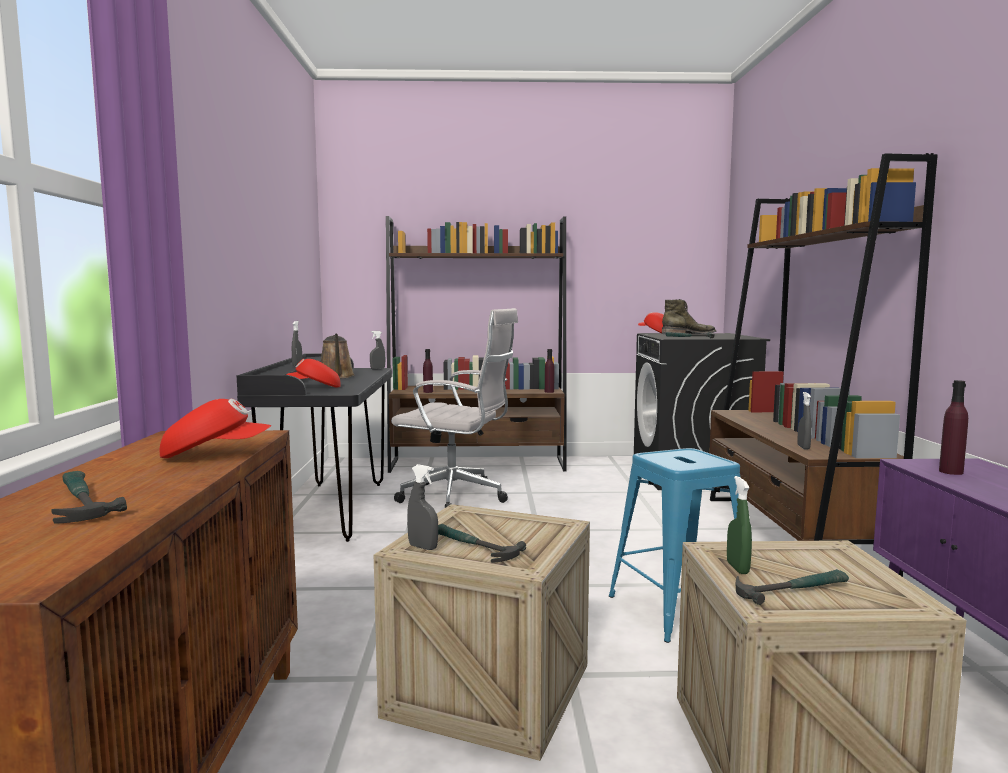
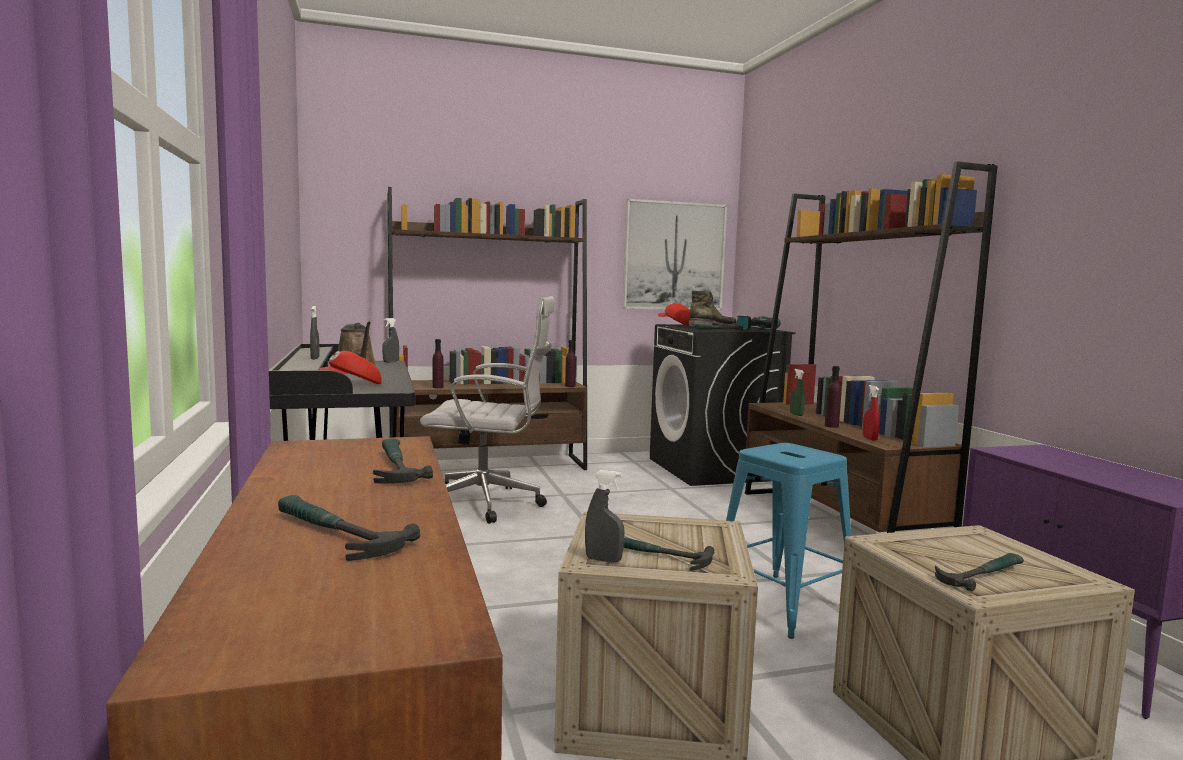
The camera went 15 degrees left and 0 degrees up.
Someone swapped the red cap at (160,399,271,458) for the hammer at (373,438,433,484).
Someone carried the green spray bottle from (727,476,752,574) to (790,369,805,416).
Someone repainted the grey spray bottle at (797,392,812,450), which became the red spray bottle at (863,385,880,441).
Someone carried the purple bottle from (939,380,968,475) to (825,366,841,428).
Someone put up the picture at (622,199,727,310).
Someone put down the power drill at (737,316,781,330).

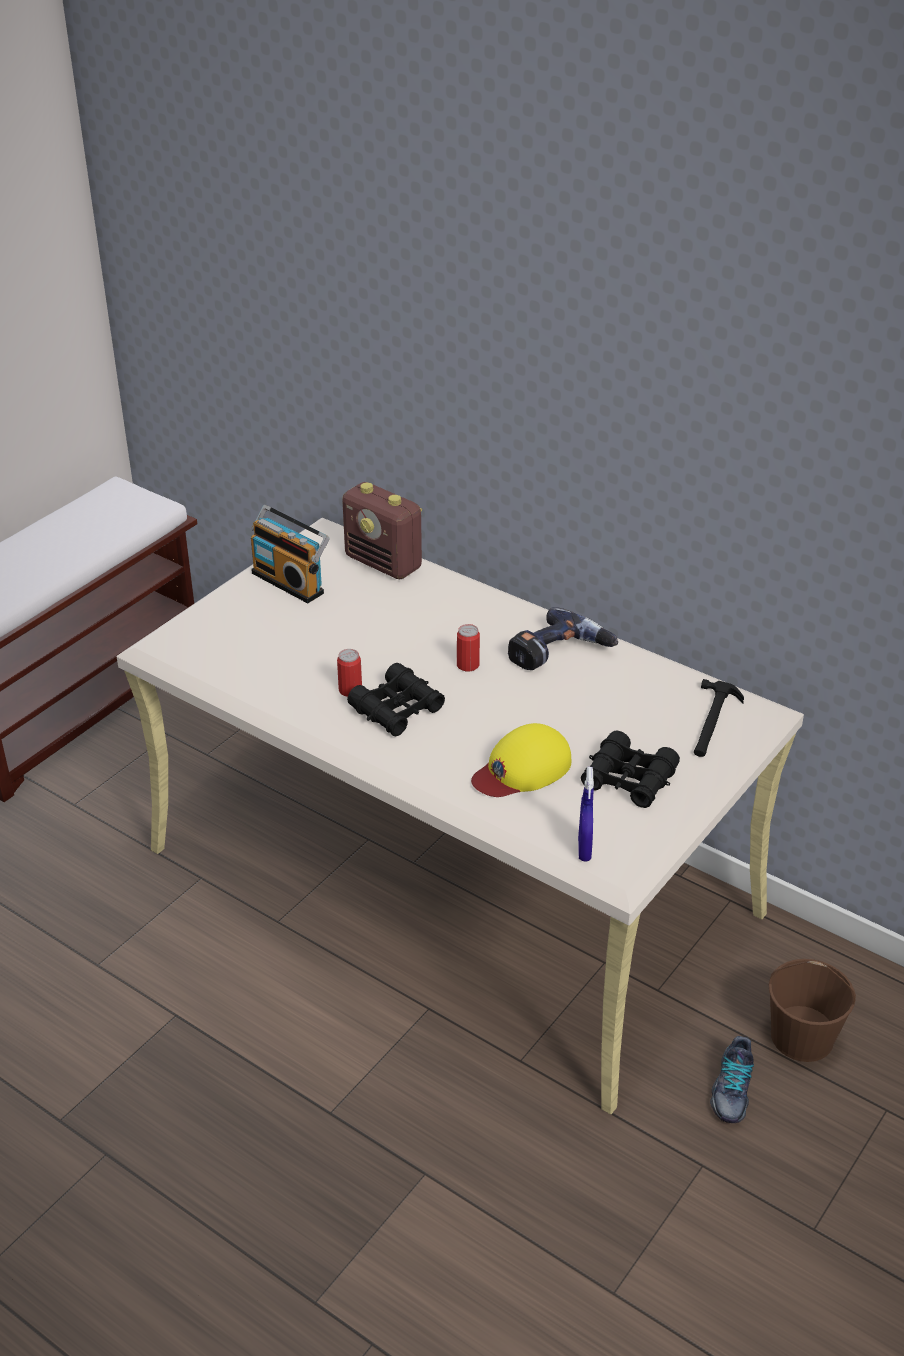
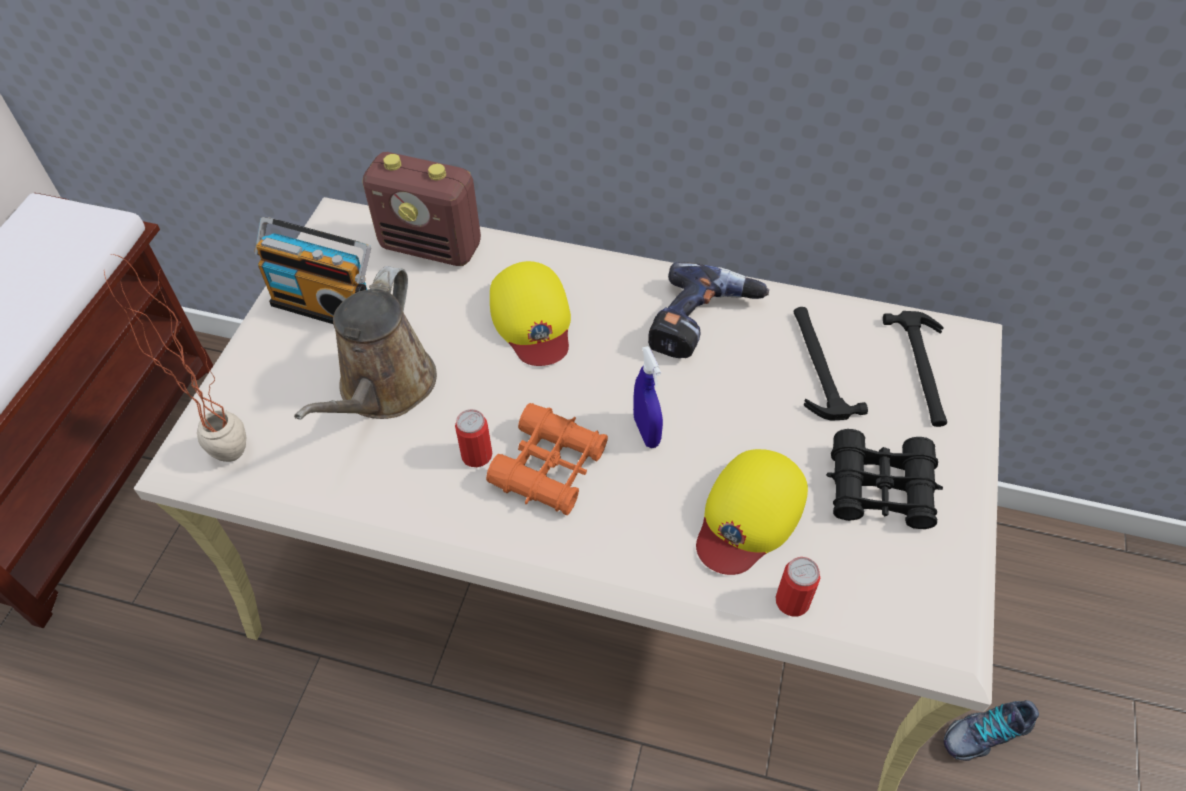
The camera went 20 degrees left and 15 degrees up.
Someone repainted the black binoculars at (347,663,445,737), which became the orange binoculars at (486,403,608,515).
Someone carried the can from (457,624,480,671) to (776,557,820,616).
Someone carried the blue spray bottle from (578,767,594,862) to (633,346,663,448).
Someone rotated the shoe at (710,1036,754,1123) by 75 degrees clockwise.
Someone took away the brown bucket at (769,959,856,1062).
Someone put down the potted plant at (104,254,246,462).
Someone put down the brown watering can at (294,266,437,420).
Someone put down the yellow cap at (490,261,571,366).
Someone put down the hammer at (794,307,868,420).

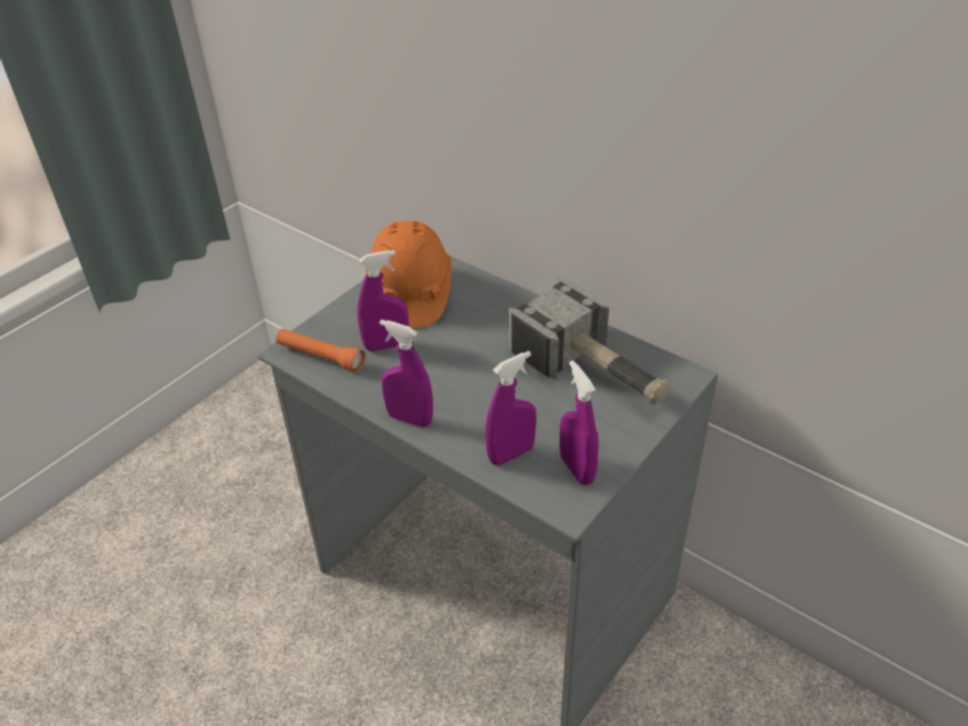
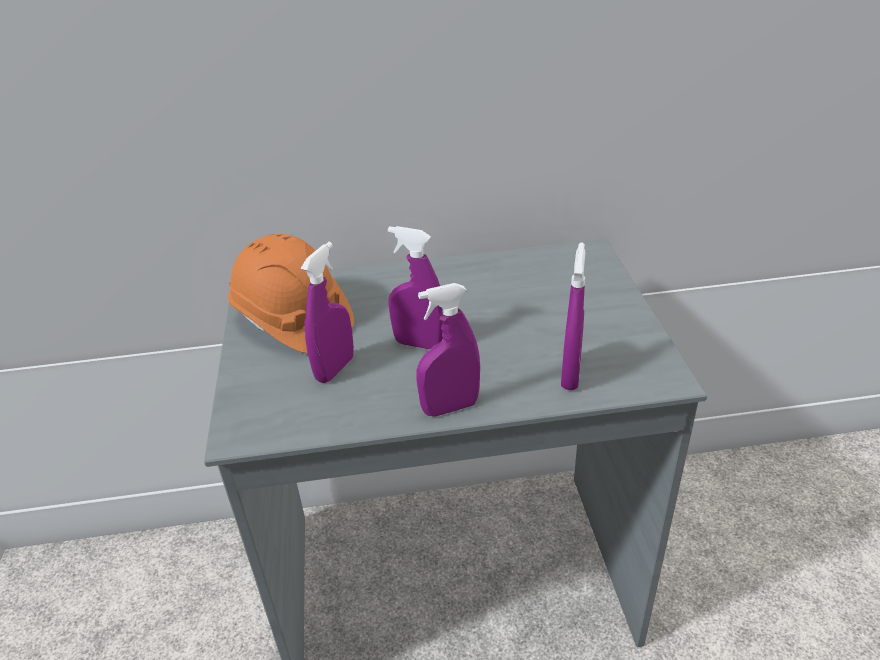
The camera went 45 degrees left and 5 degrees down.
Someone took away the orange flashlight at (276,329,365,372).
Someone took away the hammer at (509,278,670,405).
Someone carried the purple spray bottle from (560,360,599,485) to (388,226,443,350).

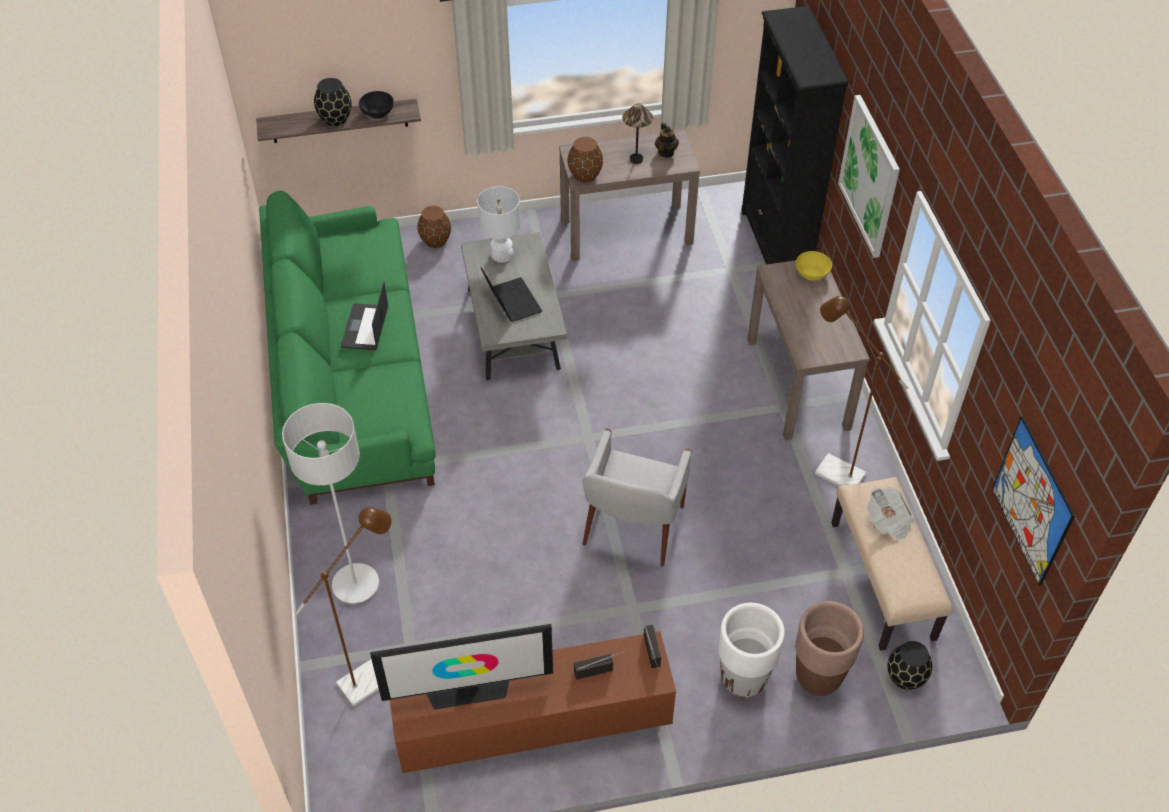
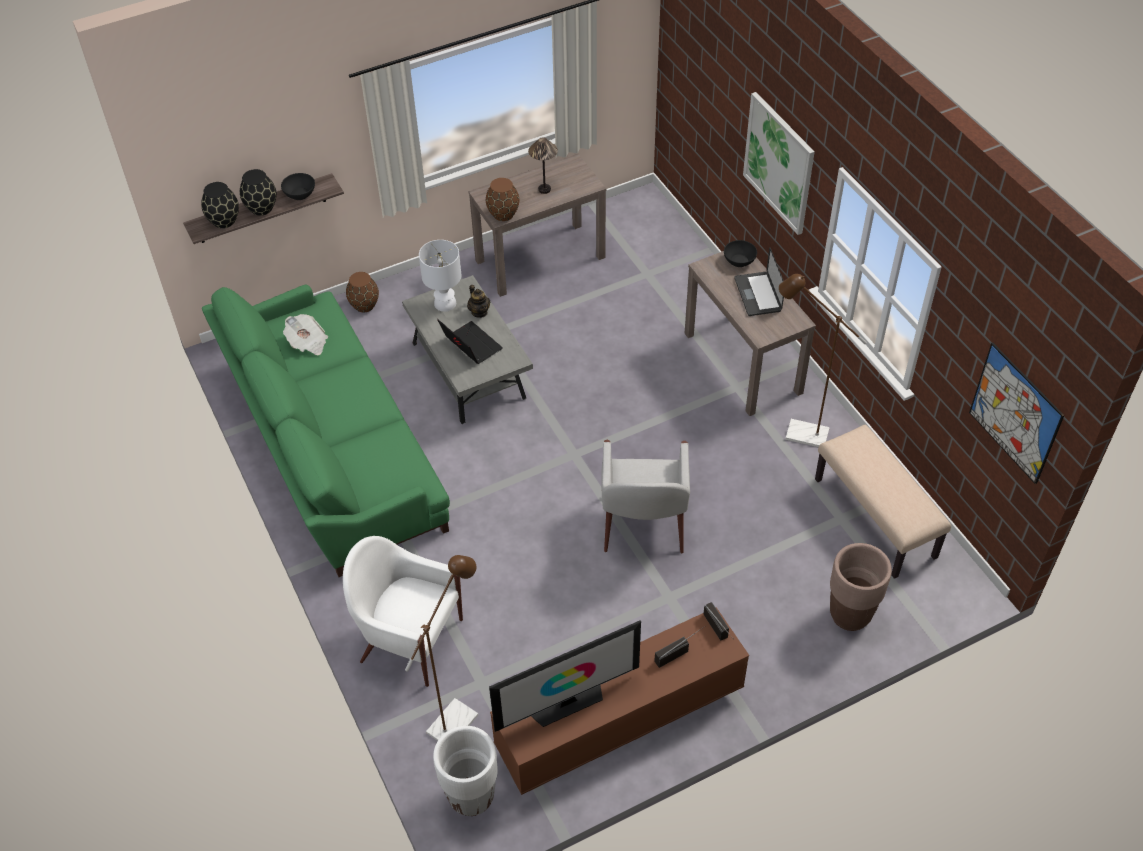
The camera went 15 degrees left and 0 degrees up.
Someone swapped the grey floor lamp at (282,403,379,603) for the white armchair at (343,536,463,687).
Someone carried the laptop from (341,282,388,350) to (734,247,784,316).
Someone carried the teapot from (655,123,679,158) to (467,285,490,318).
Someone carried the white planter from (718,603,785,697) to (433,726,498,816).
Someone took away the black bookcase at (741,6,849,265).
Someone repainted the yellow bowl at (796,251,832,281), which became the black bowl at (724,240,757,267).
Someone carried the newspaper from (867,487,914,542) to (283,314,328,355).
Someone carried the black vase from (888,641,932,690) to (201,182,239,228).

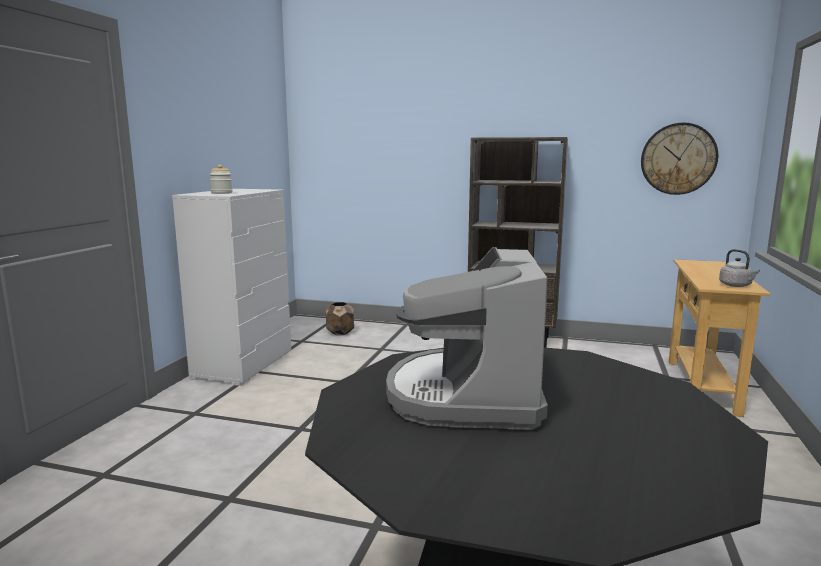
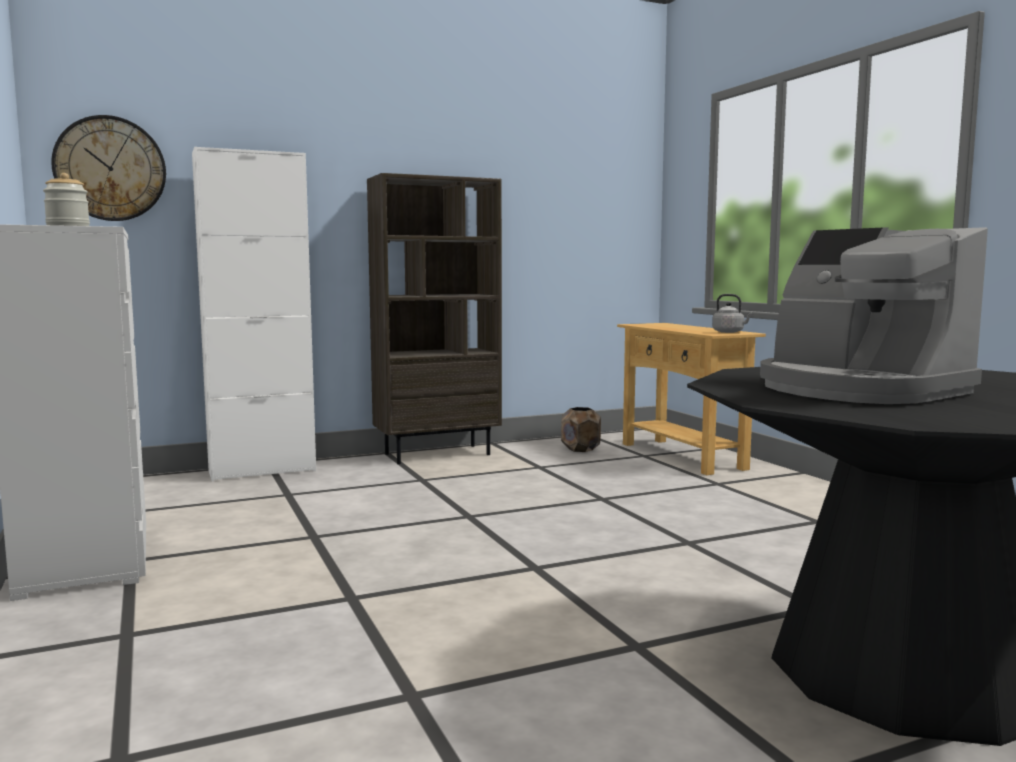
The camera went 40 degrees left and 5 degrees down.
Someone carried the brown planter from (326,302,354,335) to (561,407,601,452).
Someone carried the wall clock from (641,123,718,195) to (51,115,166,221).
Someone put down the white cabinet at (192,147,316,481).

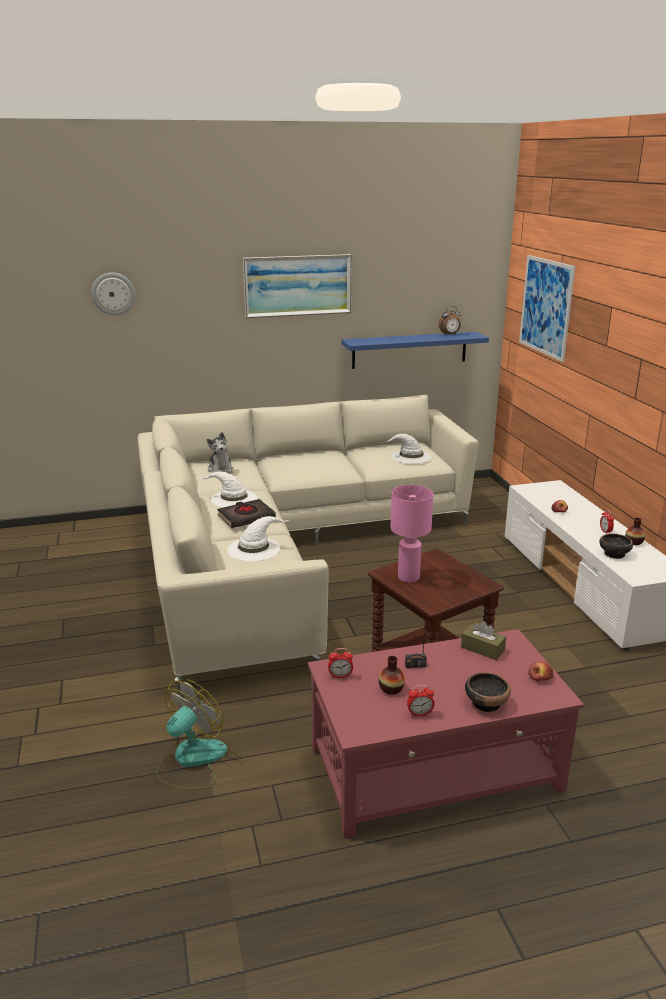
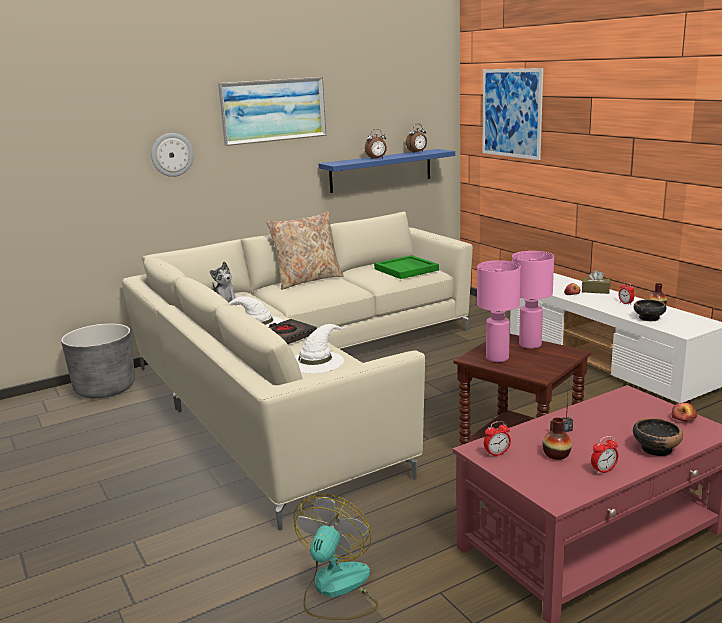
The camera went 15 degrees left and 5 degrees down.
Someone carried the wall clock from (91,272,135,315) to (151,133,194,177).
Someone swapped the white hat at (384,434,432,464) for the green tray at (374,255,439,279).
Someone carried the brown tissue box from (461,621,506,660) to (582,270,610,294).
Someone put down the grey planter at (61,323,135,399).
Someone put down the beige pillow at (266,211,344,290).
Someone put down the alarm clock at (365,129,387,159).
Someone put down the pink table lamp at (512,251,554,349).

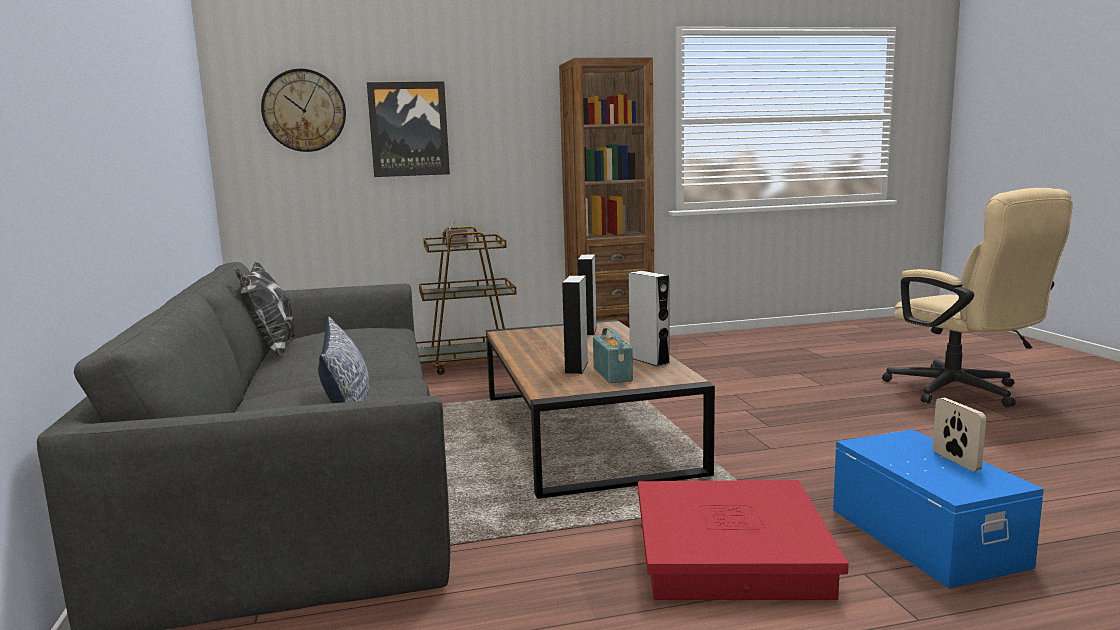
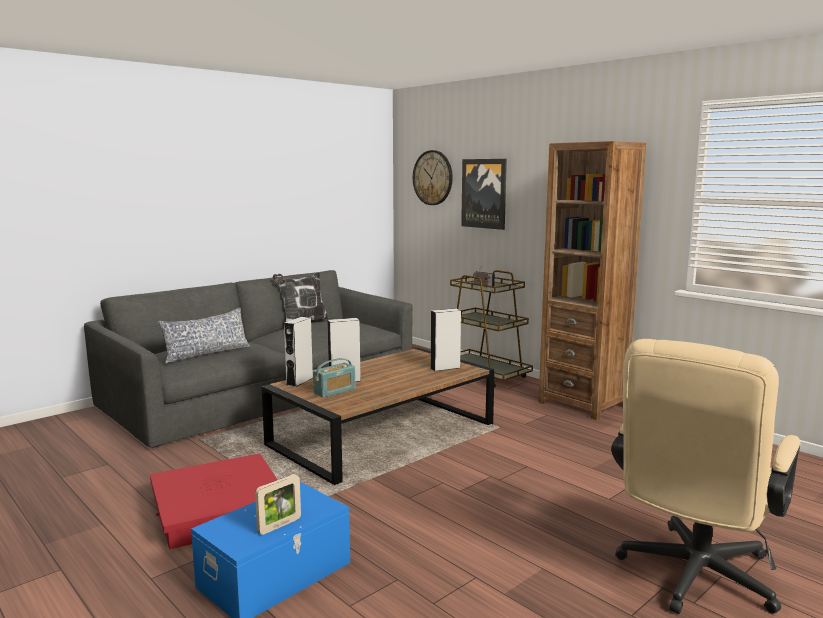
The camera went 60 degrees right and 0 degrees up.
Someone carried the grey speaker from (629,271,670,366) to (284,317,313,387).

